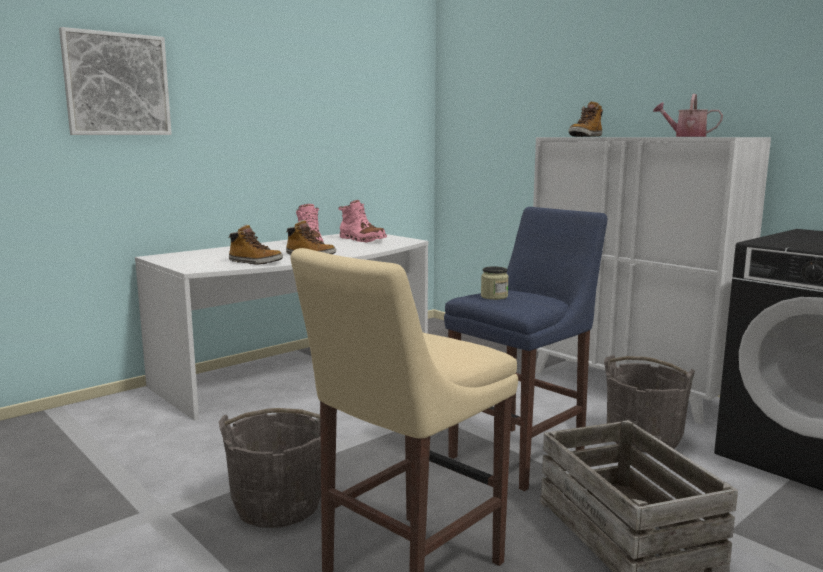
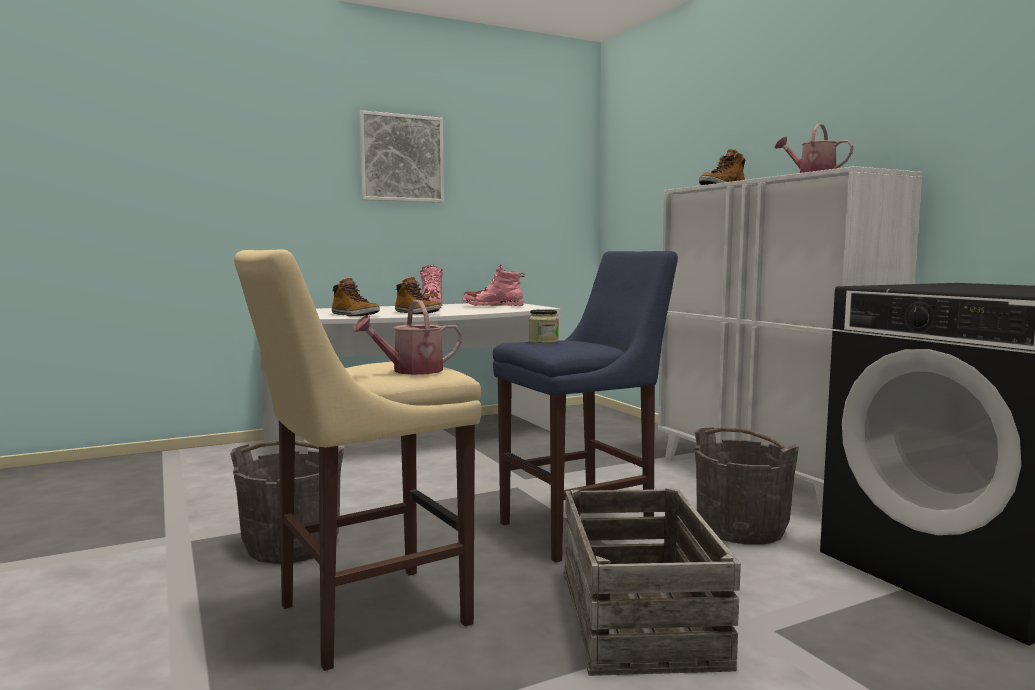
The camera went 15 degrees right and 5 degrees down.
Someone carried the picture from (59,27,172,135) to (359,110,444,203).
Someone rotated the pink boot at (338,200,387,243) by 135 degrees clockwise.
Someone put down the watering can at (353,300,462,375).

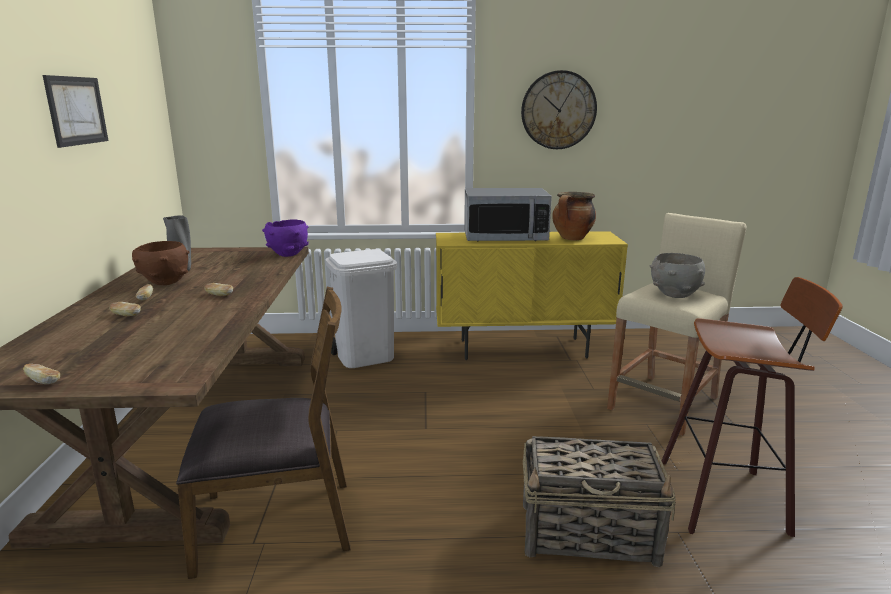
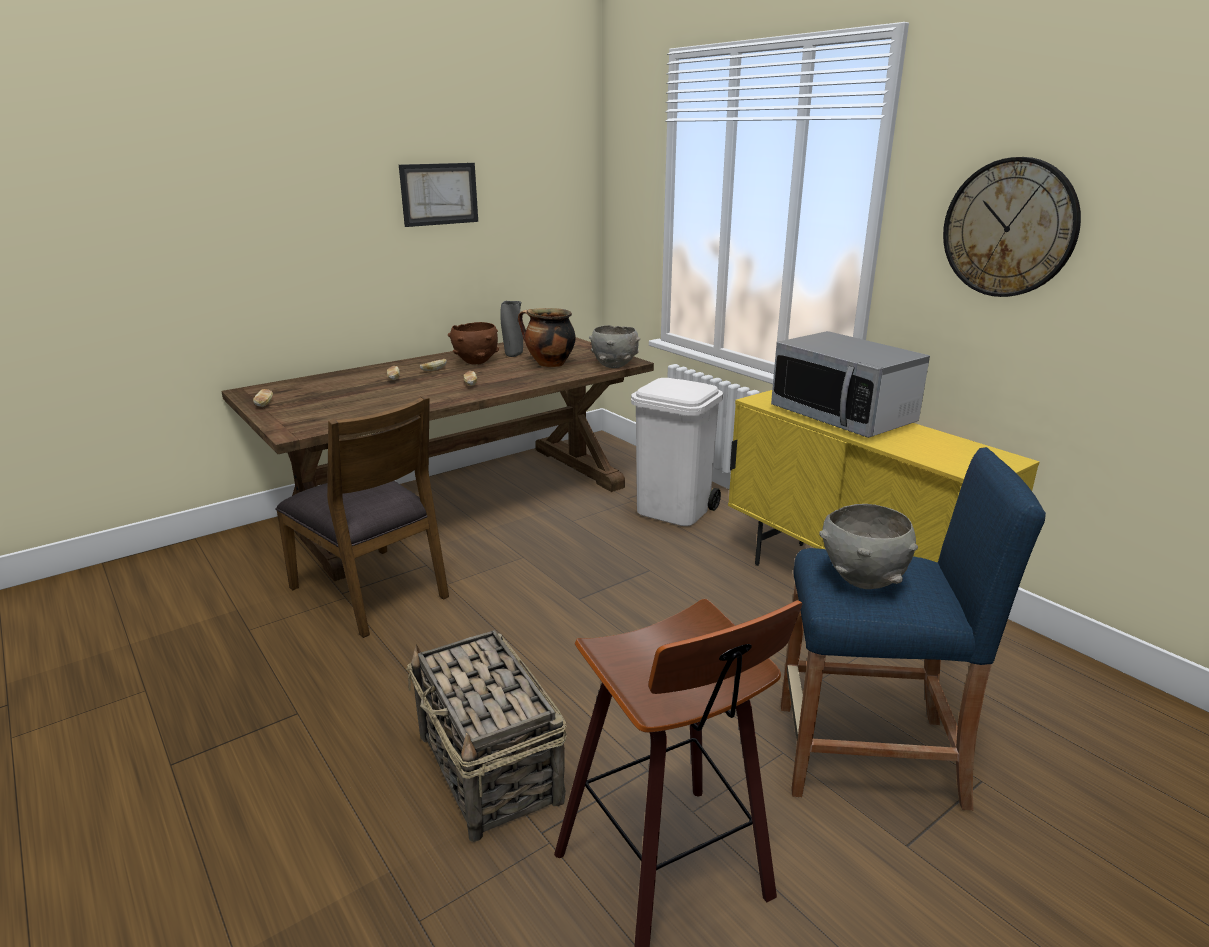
The camera went 55 degrees right and 5 degrees up.
Someone repainted the purple bowl at (262,219,309,257), which became the grey bowl at (589,325,640,368).
Someone carried the cooking pot from (552,192,596,241) to (518,308,576,367).
Someone repainted the beige stool at (607,213,746,436), which became the blue stool at (781,447,1046,811).

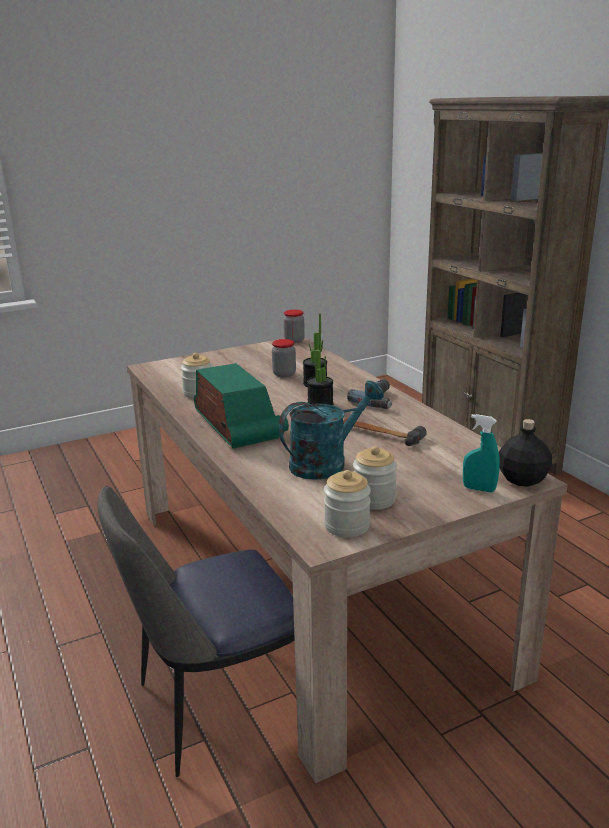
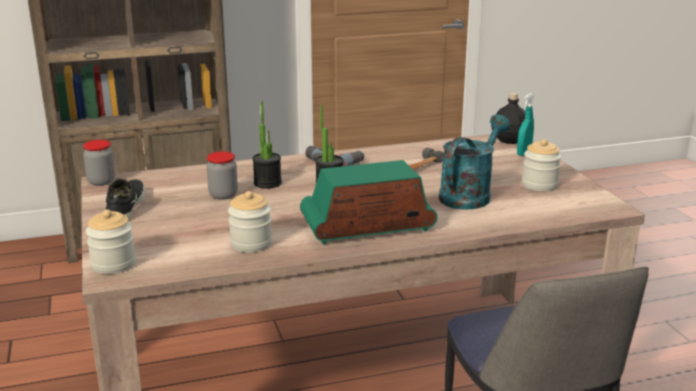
The camera went 80 degrees left and 0 degrees up.
Someone rotated the turquoise watering can at (278,380,384,480) by 60 degrees clockwise.
Someone carried the jar from (324,470,371,537) to (86,209,136,274).
Someone put down the black shoe at (106,179,146,220).

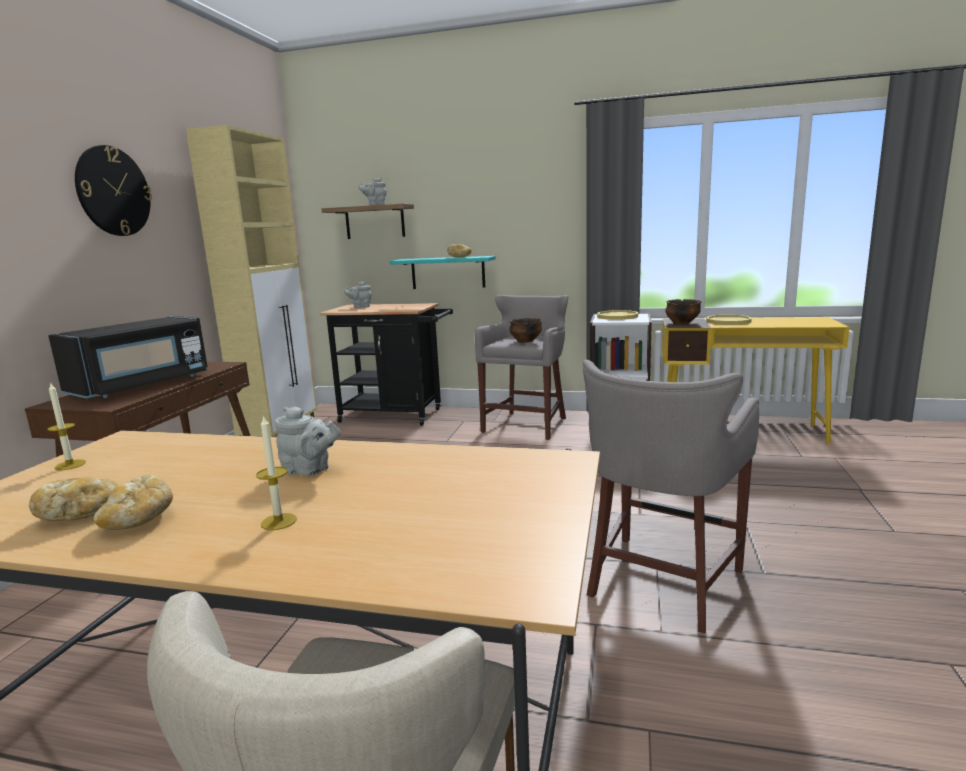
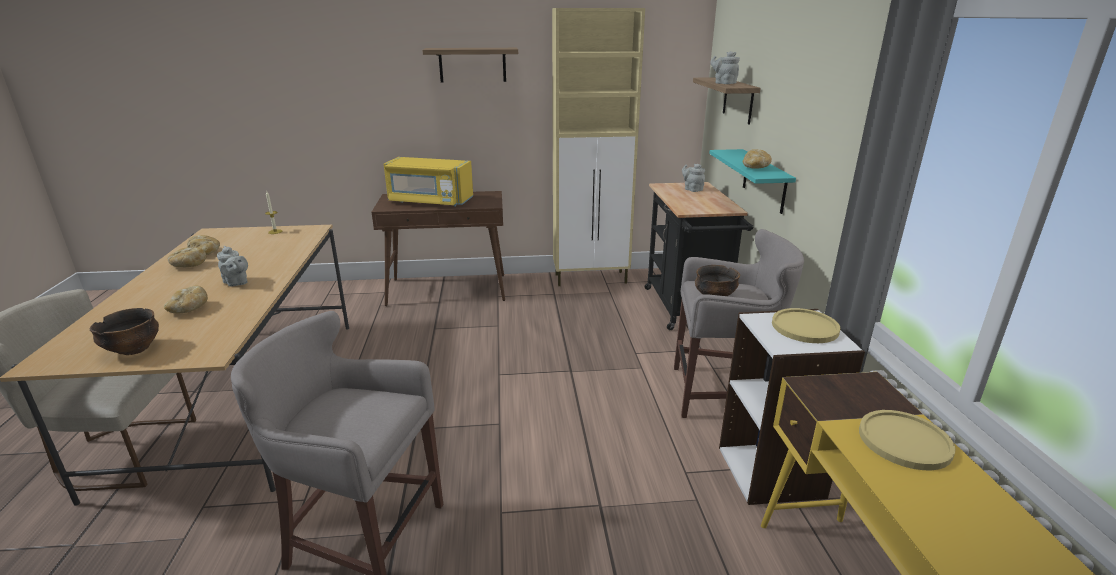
The camera went 70 degrees right and 10 degrees up.
Someone repainted the black microwave at (48,316,208,399), which became the yellow microwave at (384,157,473,207).
Someone swapped the wall clock at (75,145,152,236) for the shelf at (422,48,518,82).
Someone took away the candle at (256,415,297,530).
Someone rotated the grey teapot at (275,407,340,476) by 45 degrees counterclockwise.
Someone carried the bowl from (665,299,702,324) to (90,308,159,355).
Someone put down the bread at (164,286,208,313).

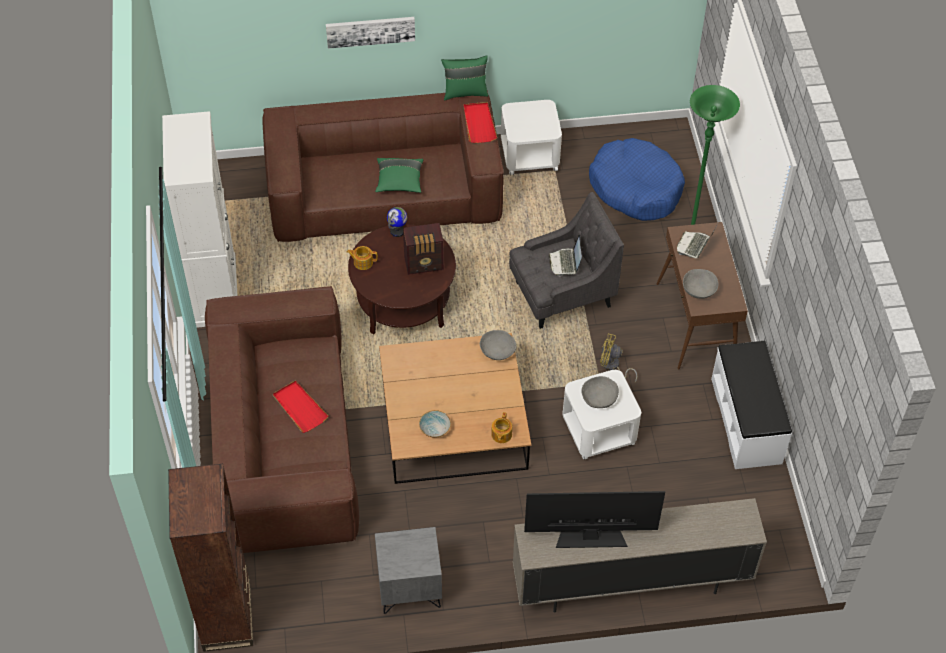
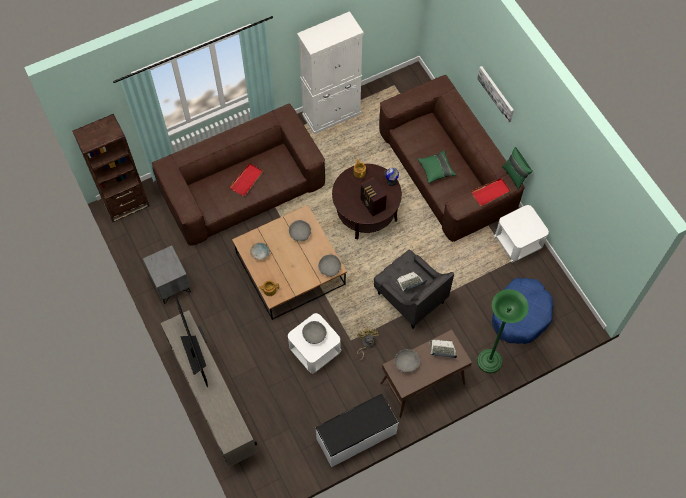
The camera went 70 degrees right and 10 degrees up.
Someone put down the grey bowl at (289,220,311,241).

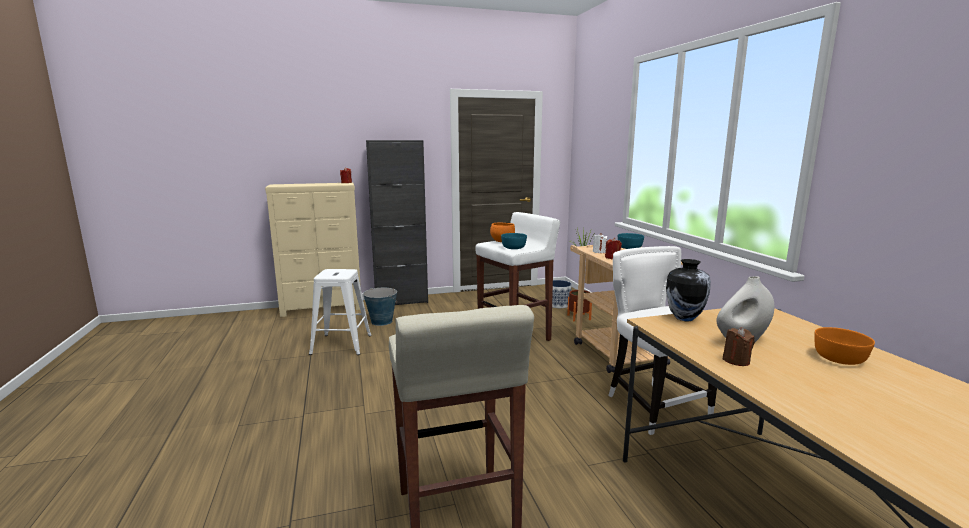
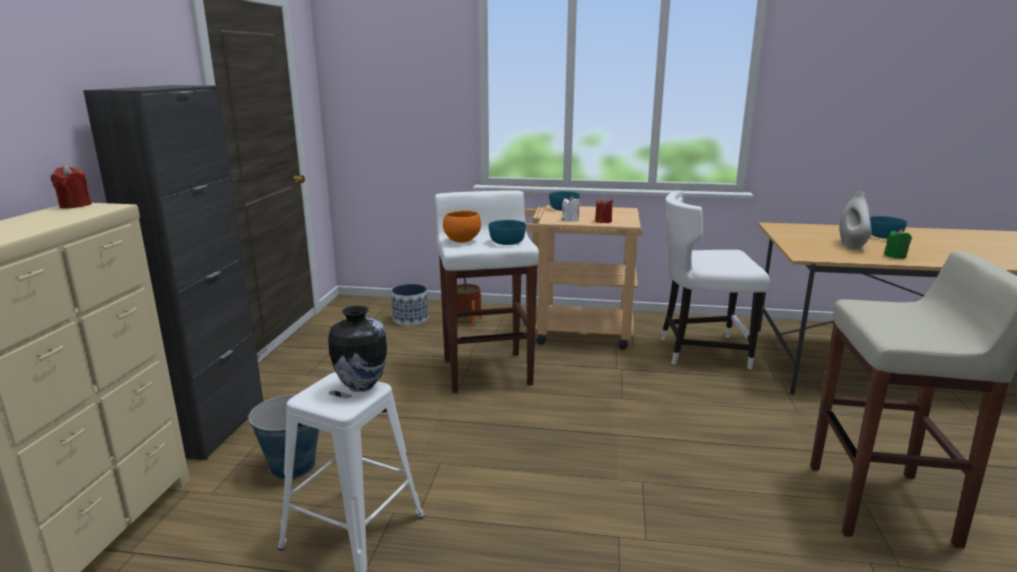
The camera went 65 degrees left and 5 degrees up.
Someone carried the vase from (666,259,711,321) to (328,306,387,392).
Someone repainted the brown candle at (723,327,755,366), which became the green candle at (884,229,912,259).
Someone repainted the orange bowl at (814,327,875,365), which became the turquoise bowl at (870,216,907,239).

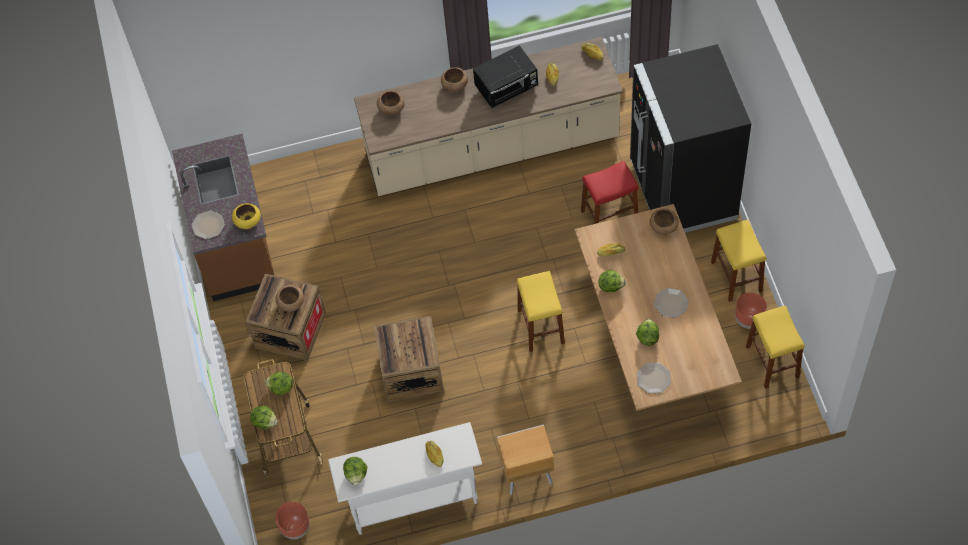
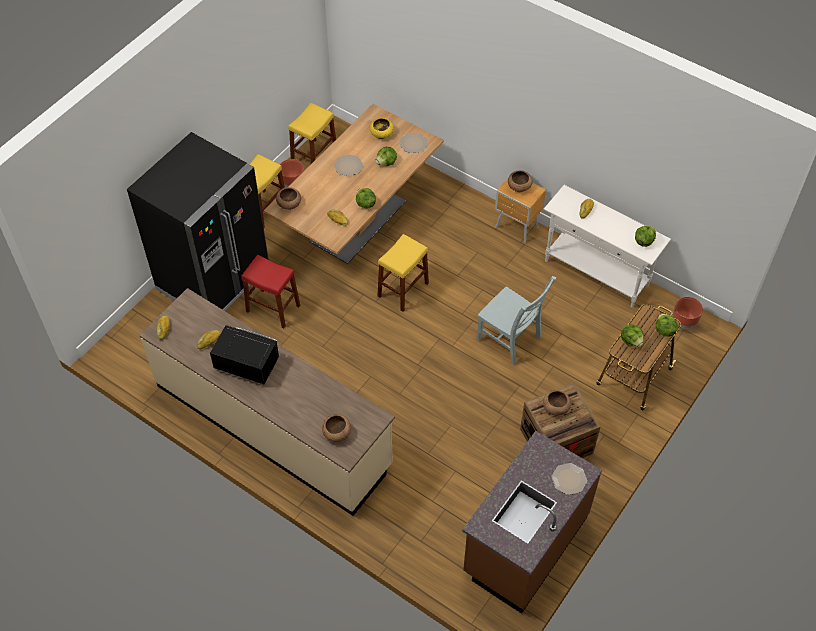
The camera went 135 degrees left and 5 degrees down.
Someone carried the yellow bowl from (232,203,261,229) to (370,118,394,139).
Someone swapped the crate at (374,316,444,402) for the grey chair at (477,276,556,366).
Someone carried the brown bowl from (441,67,468,92) to (508,170,533,192).

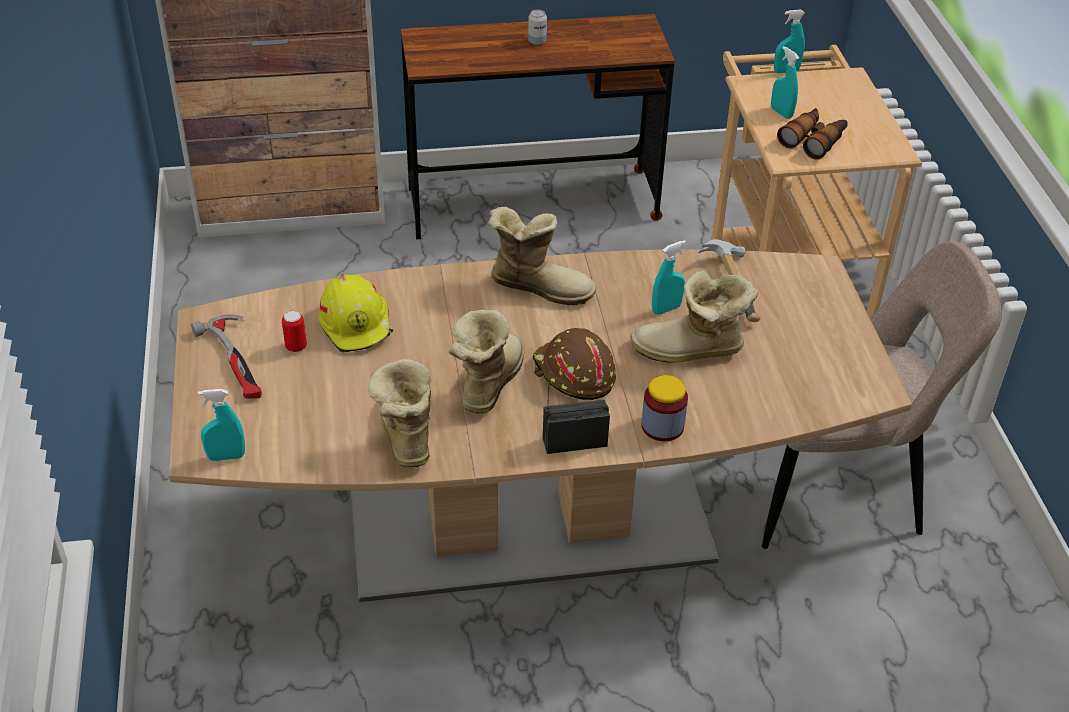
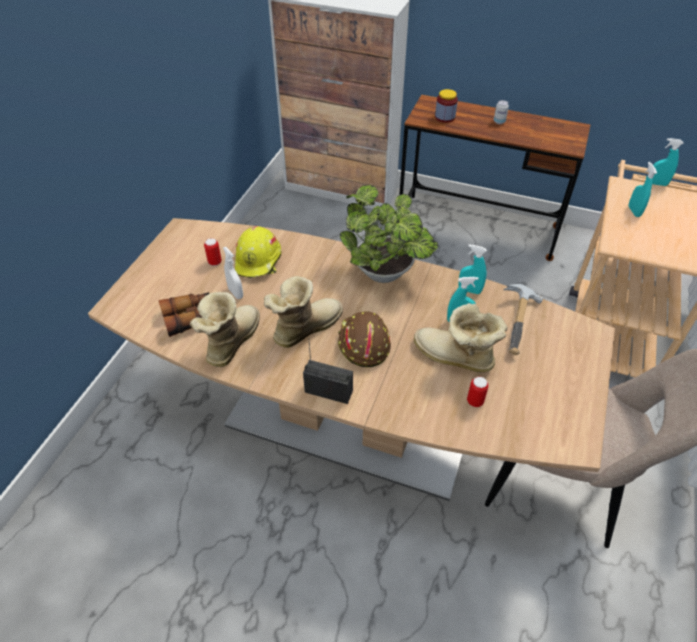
The camera went 30 degrees right and 5 degrees up.
Someone took away the hammer at (191,314,262,399).
Someone carried the turquoise spray bottle from (198,389,245,461) to (459,244,487,294).
Someone swapped the boot at (488,207,596,305) for the potted plant at (340,185,438,283).
Someone carried the jar from (641,375,688,441) to (435,89,458,123).
Someone carried the binoculars from (777,108,848,160) to (158,292,209,337).
Someone put down the white spray bottle at (223,247,243,299).
Someone put down the can at (467,377,489,407).

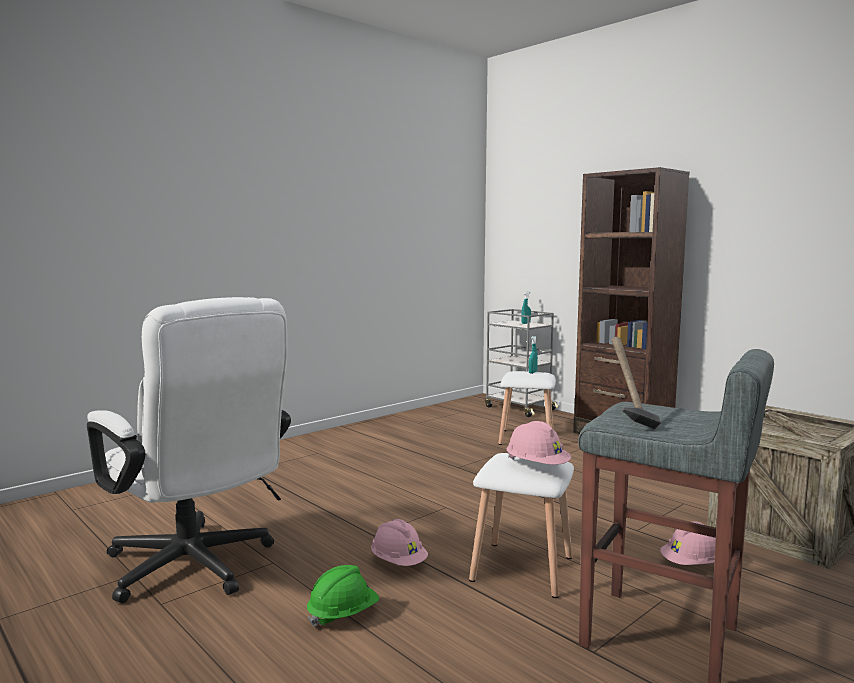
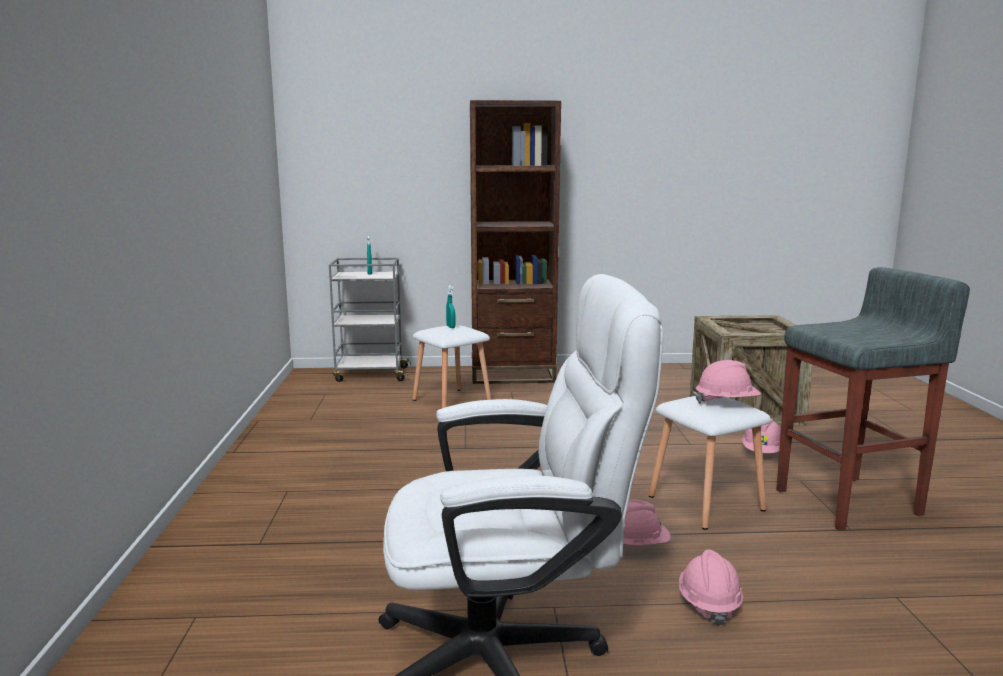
The camera went 50 degrees left and 5 degrees up.
Someone repainted the green hard hat at (307,565,379,627), which became the pink hard hat at (679,549,743,626).
Someone took away the hammer at (612,337,661,429).

